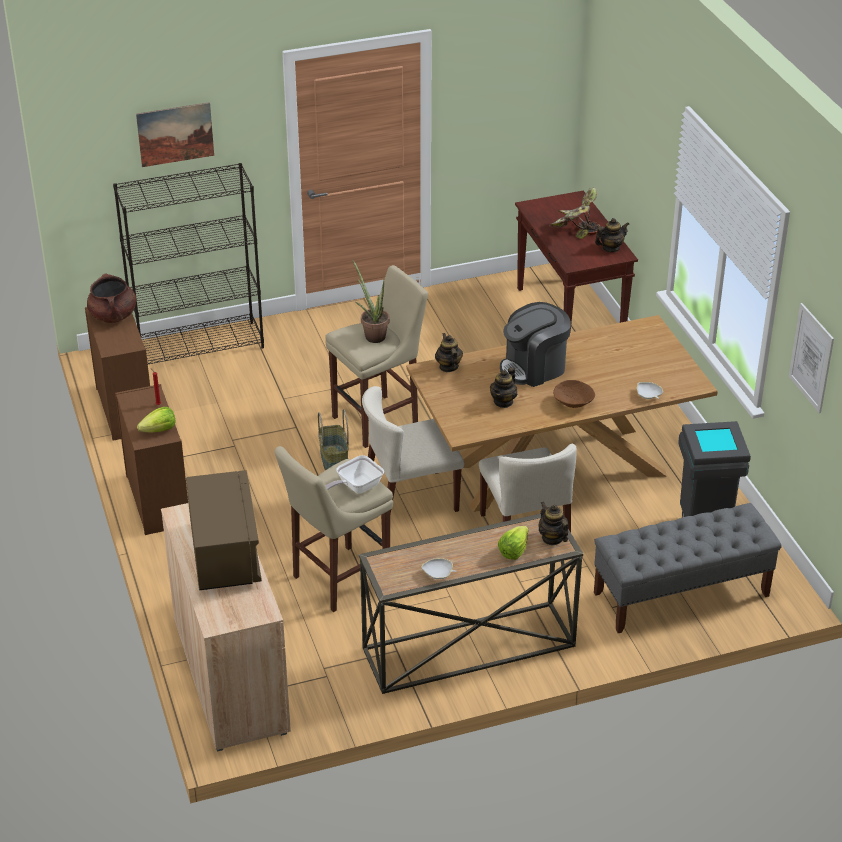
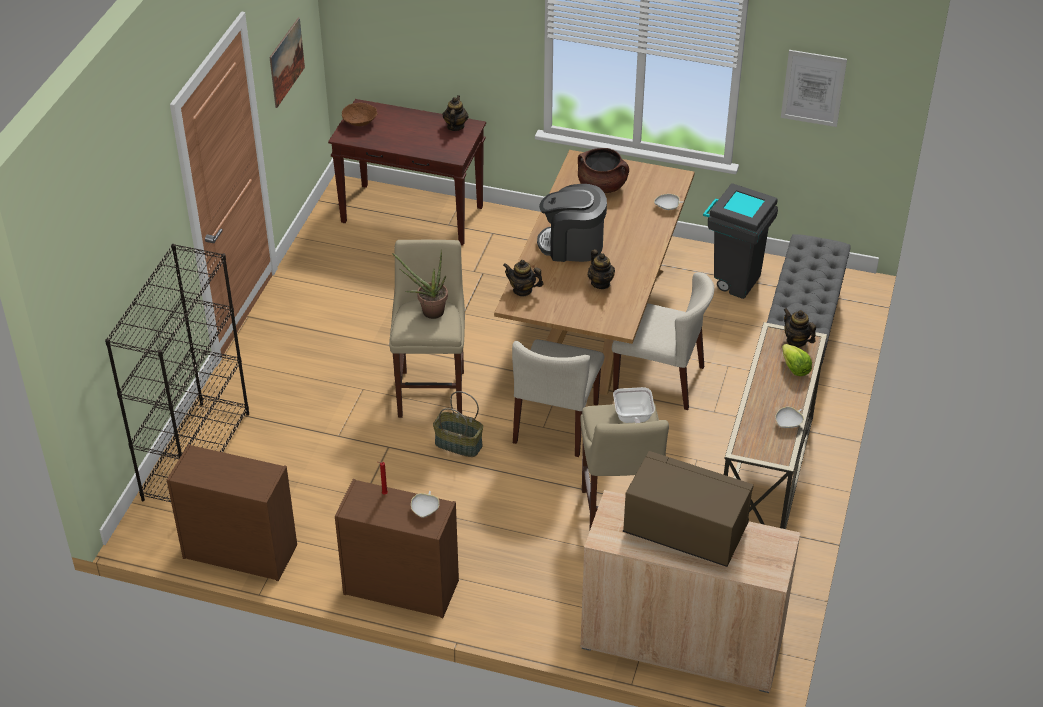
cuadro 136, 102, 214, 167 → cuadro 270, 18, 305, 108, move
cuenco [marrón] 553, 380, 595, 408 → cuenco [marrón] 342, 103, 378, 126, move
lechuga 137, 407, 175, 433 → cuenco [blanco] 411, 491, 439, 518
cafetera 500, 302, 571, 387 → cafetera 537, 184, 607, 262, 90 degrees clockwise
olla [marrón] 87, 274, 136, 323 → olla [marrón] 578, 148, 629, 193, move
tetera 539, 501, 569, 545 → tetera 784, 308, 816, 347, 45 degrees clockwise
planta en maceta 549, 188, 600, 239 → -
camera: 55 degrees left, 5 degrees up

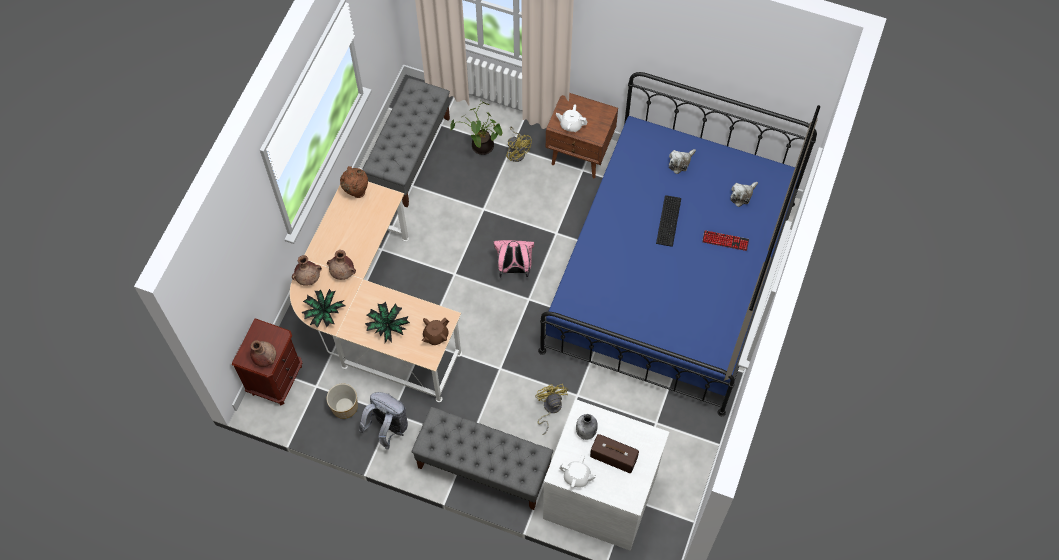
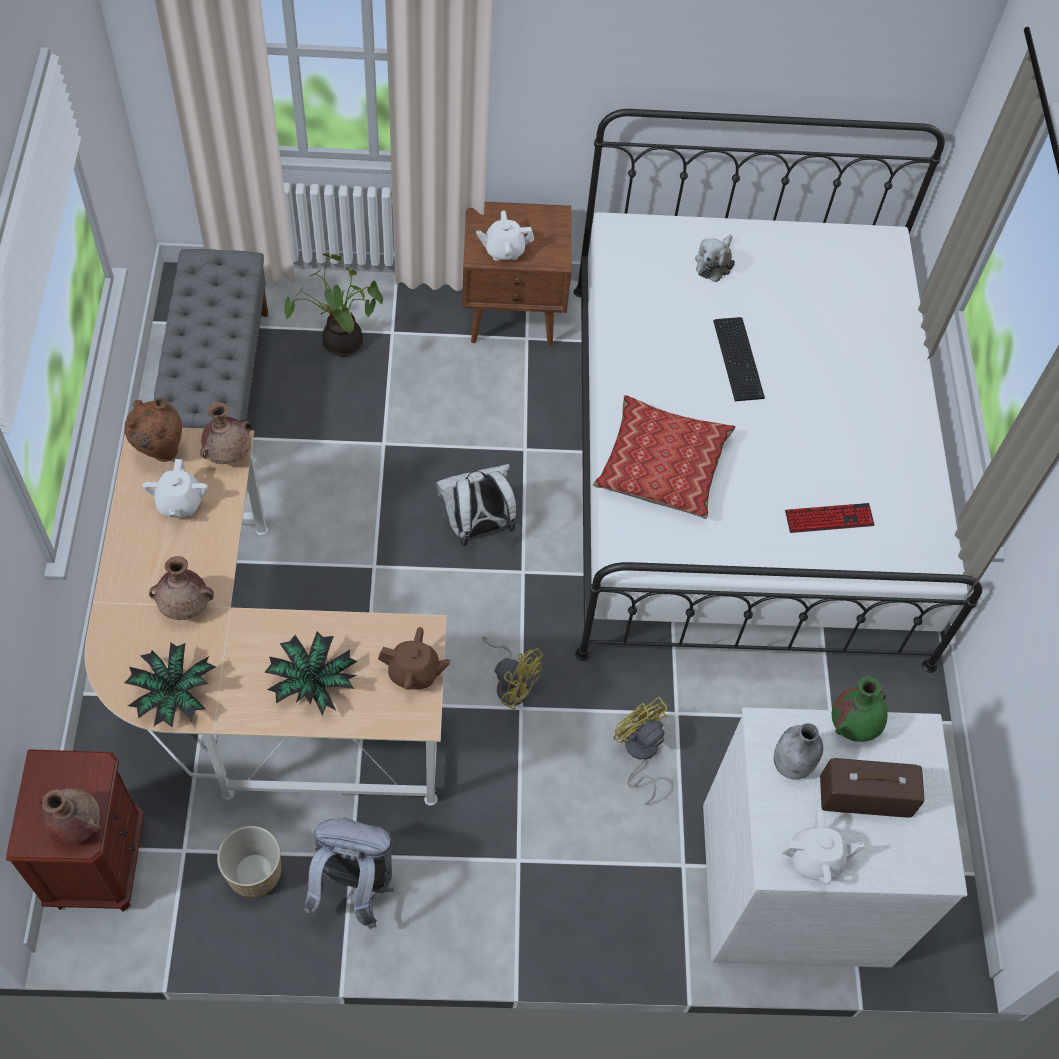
- → tetera [blanco] 142, 459, 208, 517
florero [marrón] 292, 255, 322, 286 → florero [marrón] 200, 402, 252, 464, move
tetera [marrón] 422, 318, 449, 345 → tetera [marrón] 378, 627, 450, 690, 105 degrees counterclockwise
mochila [rosa] 493, 240, 534, 278 → mochila [blanco] 436, 464, 517, 546
ventilador [amarillo] 506, 126, 532, 162 → ventilador [amarillo] 482, 636, 543, 710, move
cama [azul] 538, 72, 817, 416 → cama [blanco] 574, 109, 982, 673
- → cojín 593, 395, 736, 519
teclado 702, 230, 749, 251 → teclado 785, 503, 874, 533, move
- → florero [verde] 832, 676, 888, 742
banco [gris] 412, 407, 553, 510 → -
peluche 730, 182, 758, 207 → -
camera: 25 degrees left, 5 degrees down

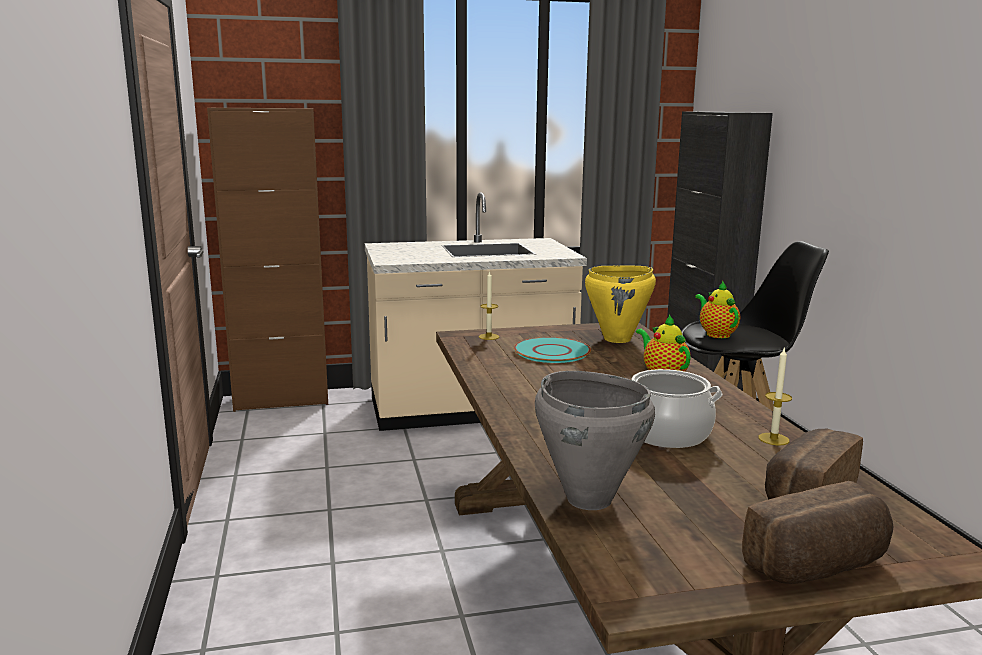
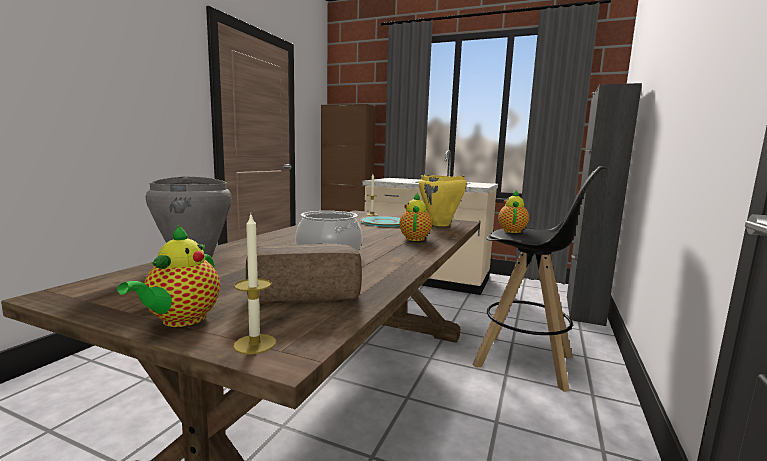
pan 742, 481, 894, 584 → tetera 117, 225, 220, 327
vela 758, 347, 792, 445 → vela 233, 215, 276, 355, move
camera: 35 degrees right, 5 degrees down

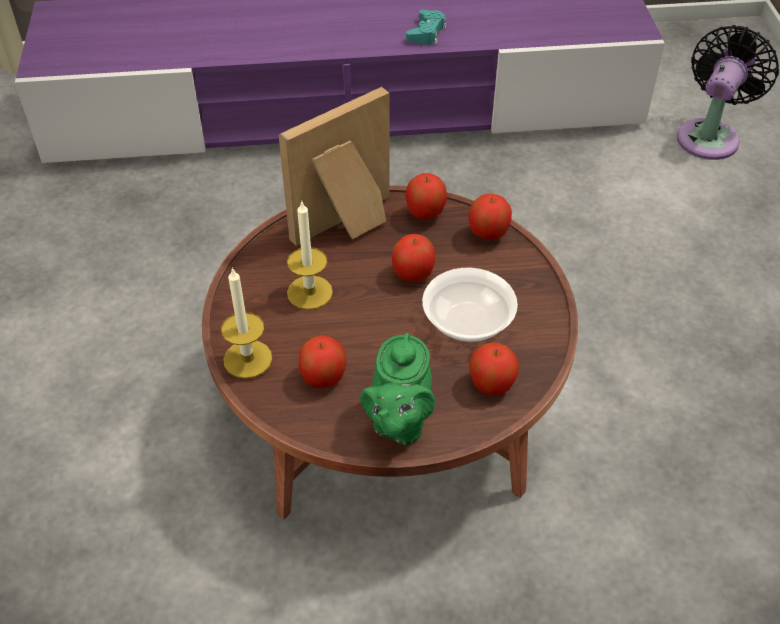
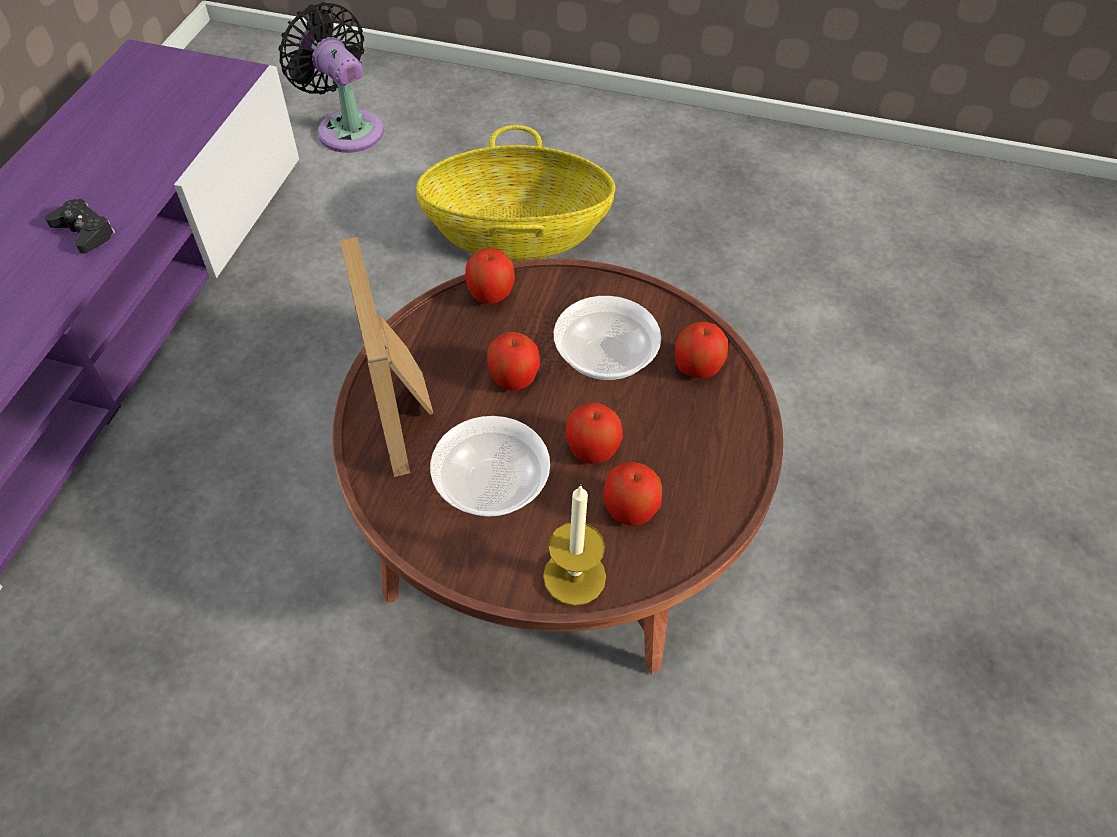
mando de consola [turquesa] 406, 10, 446, 45 → mando de consola [negro] 45, 199, 115, 253
- → cesta 416, 125, 615, 262
vela 287, 202, 333, 310 → cuenco 430, 416, 550, 517
manzana 405, 173, 447, 219 → manzana 566, 403, 623, 464, move
tetera [verde] 360, 333, 435, 445 → -
camera: 70 degrees left, 5 degrees up

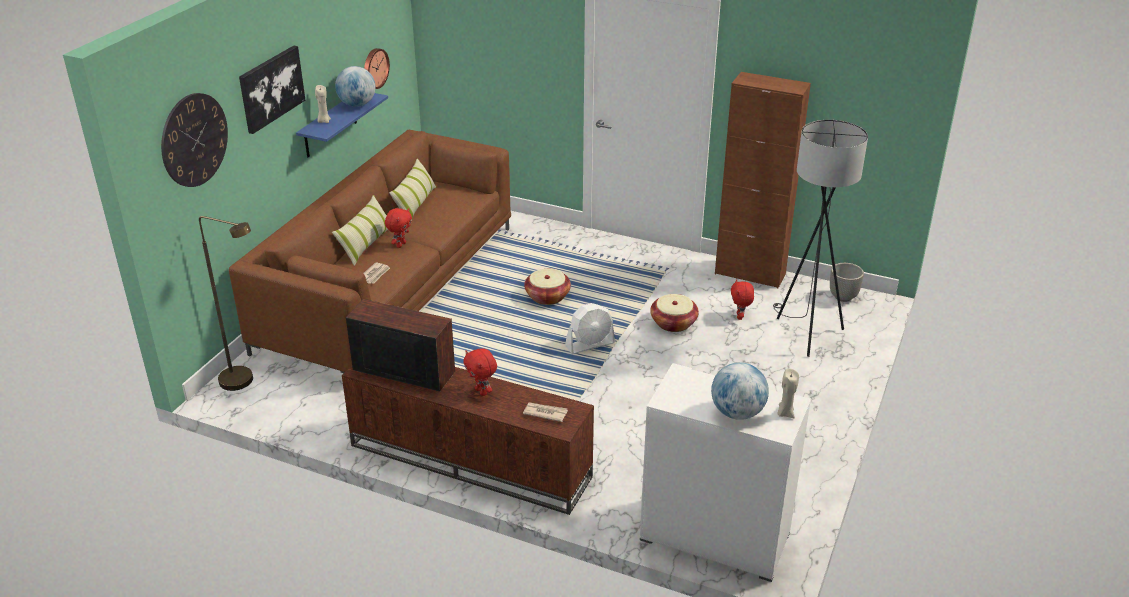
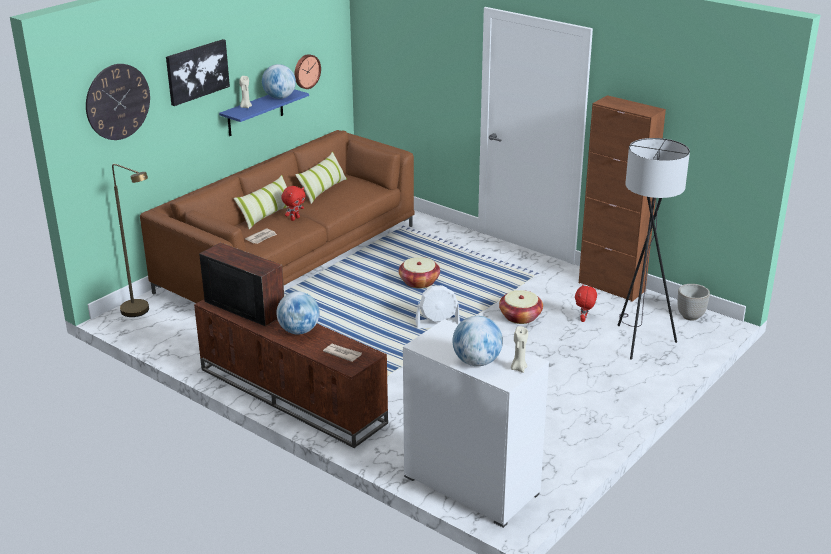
peluche [rojo] 463, 348, 497, 396 → globo terráqueo 277, 291, 319, 334
camera: 15 degrees right, 5 degrees down

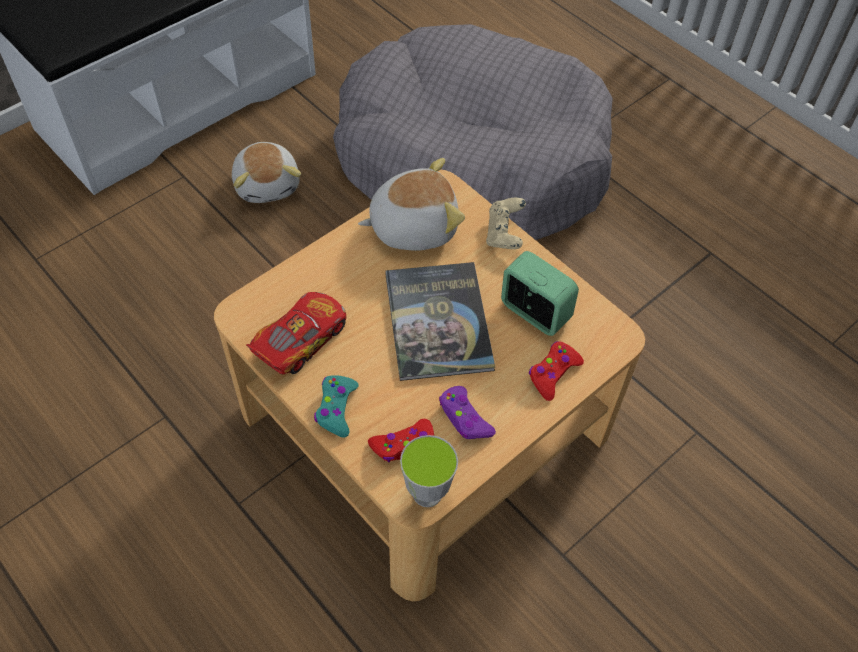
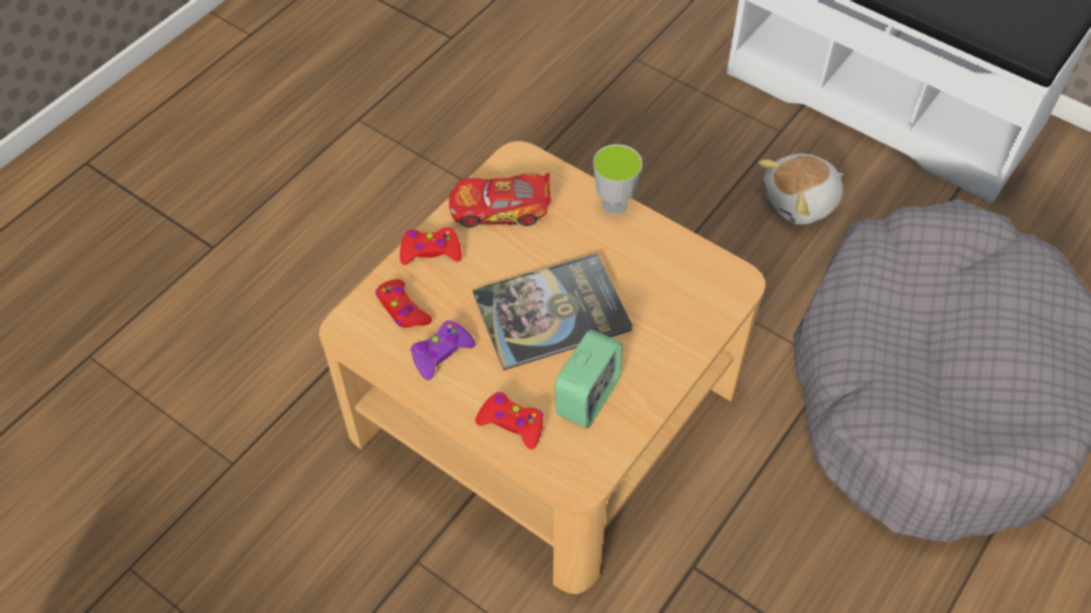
mando de consola [turquesa] 314, 375, 358, 437 → mando de consola [rojo] 400, 227, 462, 265
coche de juguete 246, 292, 346, 374 → coche de juguete 449, 173, 551, 228, 150 degrees clockwise
taza 400, 435, 458, 507 → taza 593, 144, 643, 215, move
peluche 358, 158, 465, 251 → -
mando de consola [beis] 486, 197, 526, 249 → -
camera: 80 degrees right, 0 degrees up

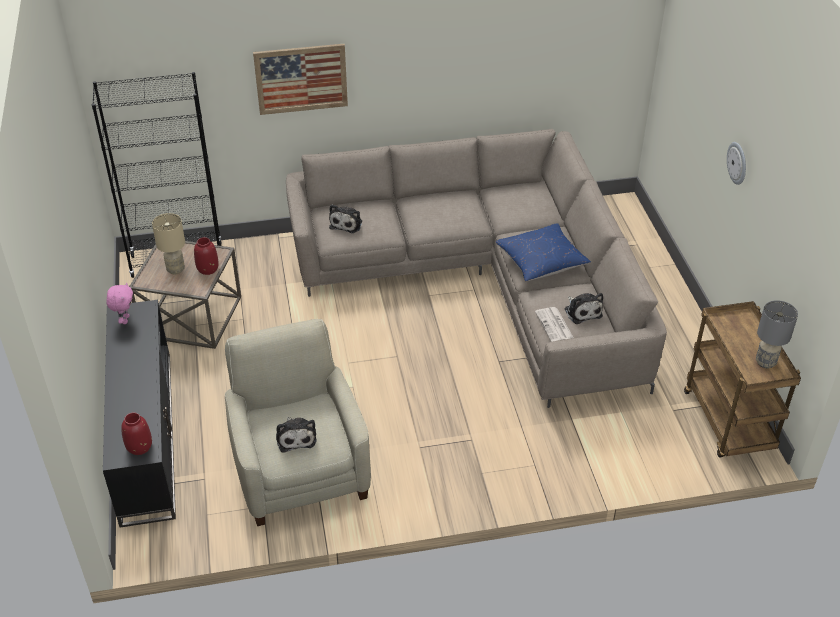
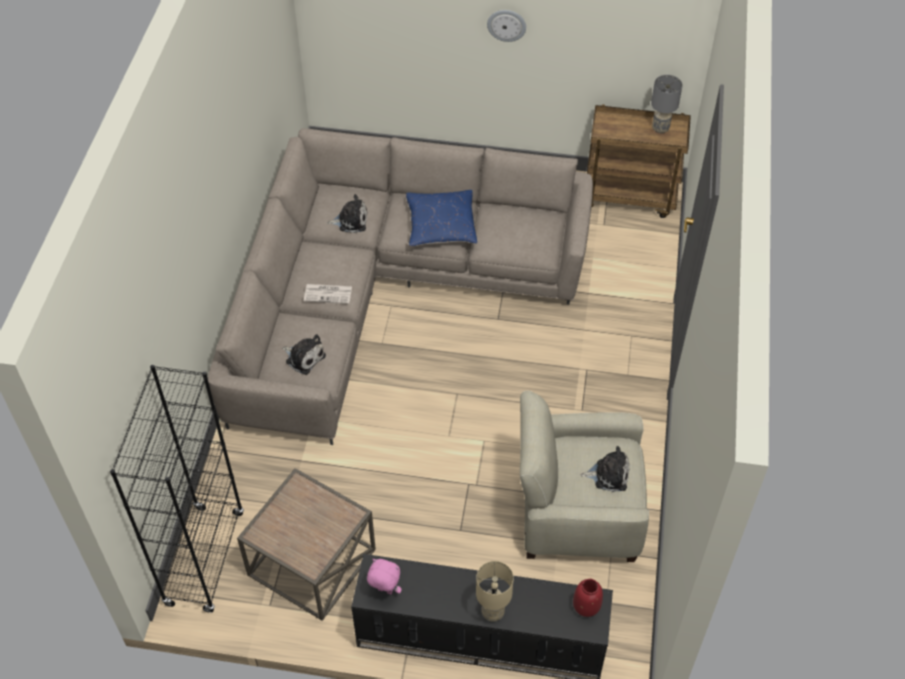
periódico 535, 307, 574, 342 → periódico 304, 284, 352, 304, move
peluche 565, 293, 603, 324 → peluche 327, 194, 367, 233, move
lámpara de mesa [beis] 152, 213, 185, 274 → lámpara de mesa [beis] 476, 561, 514, 622, move
florero [rojo] 194, 237, 219, 275 → -
cuadro 253, 44, 348, 115 → -
camera: 70 degrees left, 10 degrees up

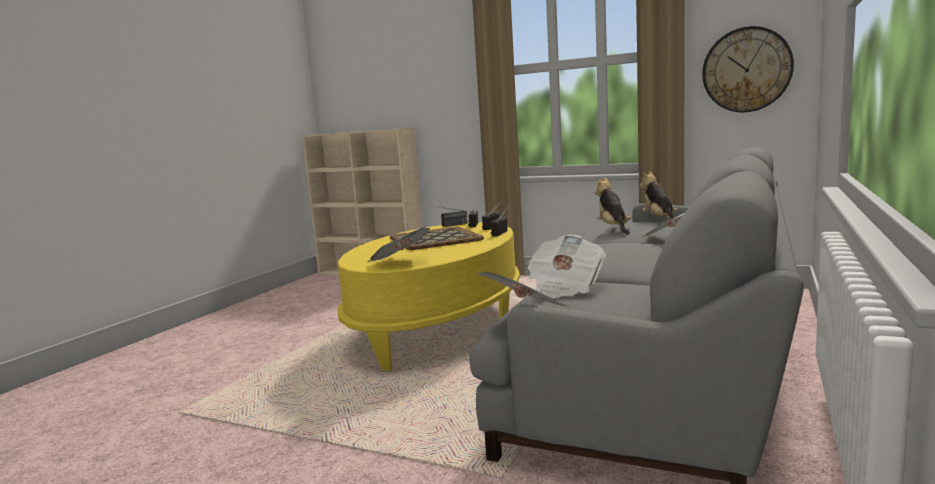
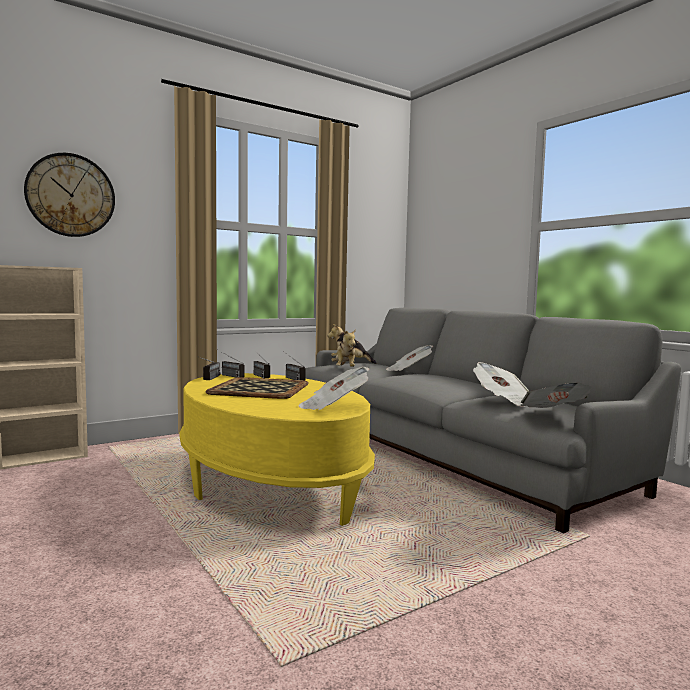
reloj de pared 702, 26, 794, 112 → reloj de pared 24, 153, 115, 237, move
peluche 595, 178, 631, 235 → peluche 331, 329, 356, 367, 120 degrees counterclockwise
camera: 60 degrees left, 5 degrees down

